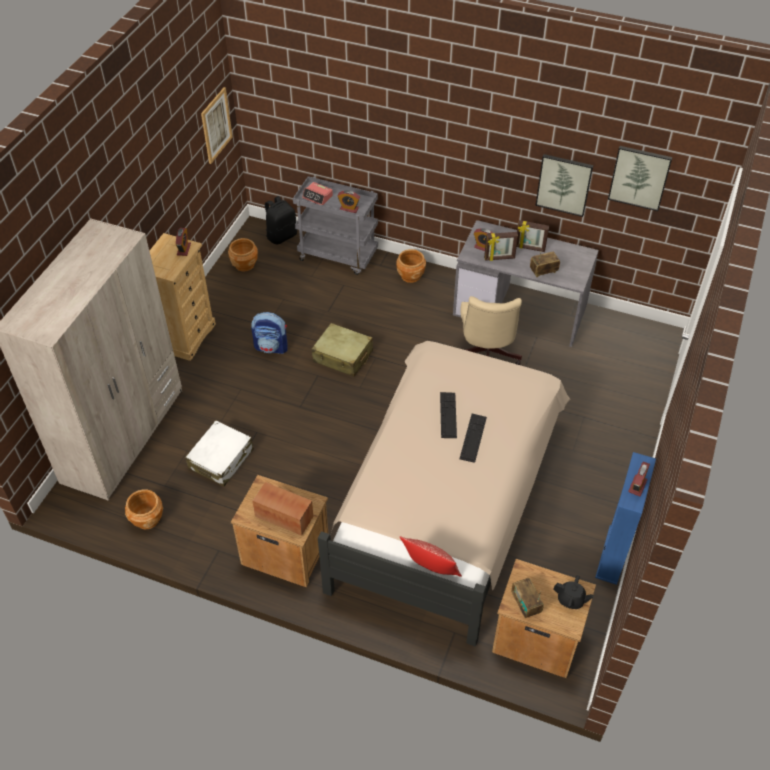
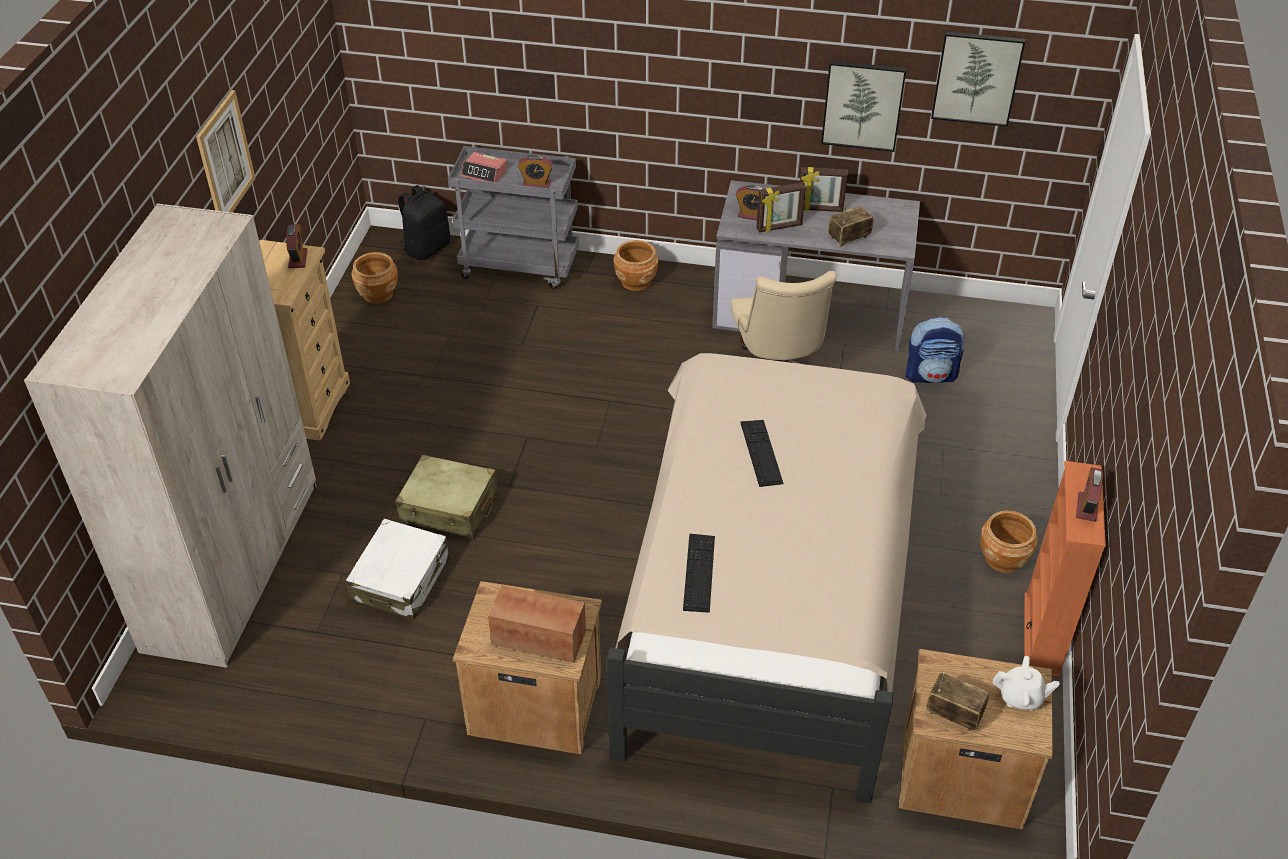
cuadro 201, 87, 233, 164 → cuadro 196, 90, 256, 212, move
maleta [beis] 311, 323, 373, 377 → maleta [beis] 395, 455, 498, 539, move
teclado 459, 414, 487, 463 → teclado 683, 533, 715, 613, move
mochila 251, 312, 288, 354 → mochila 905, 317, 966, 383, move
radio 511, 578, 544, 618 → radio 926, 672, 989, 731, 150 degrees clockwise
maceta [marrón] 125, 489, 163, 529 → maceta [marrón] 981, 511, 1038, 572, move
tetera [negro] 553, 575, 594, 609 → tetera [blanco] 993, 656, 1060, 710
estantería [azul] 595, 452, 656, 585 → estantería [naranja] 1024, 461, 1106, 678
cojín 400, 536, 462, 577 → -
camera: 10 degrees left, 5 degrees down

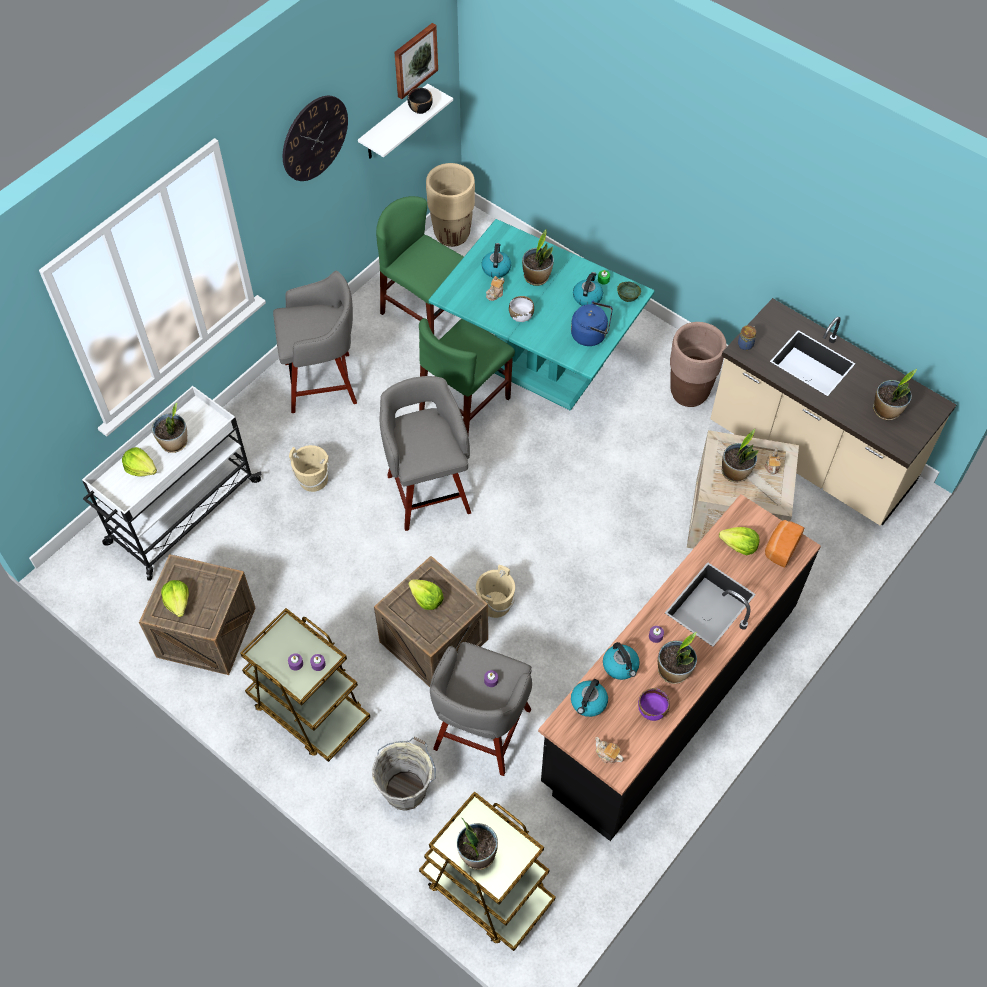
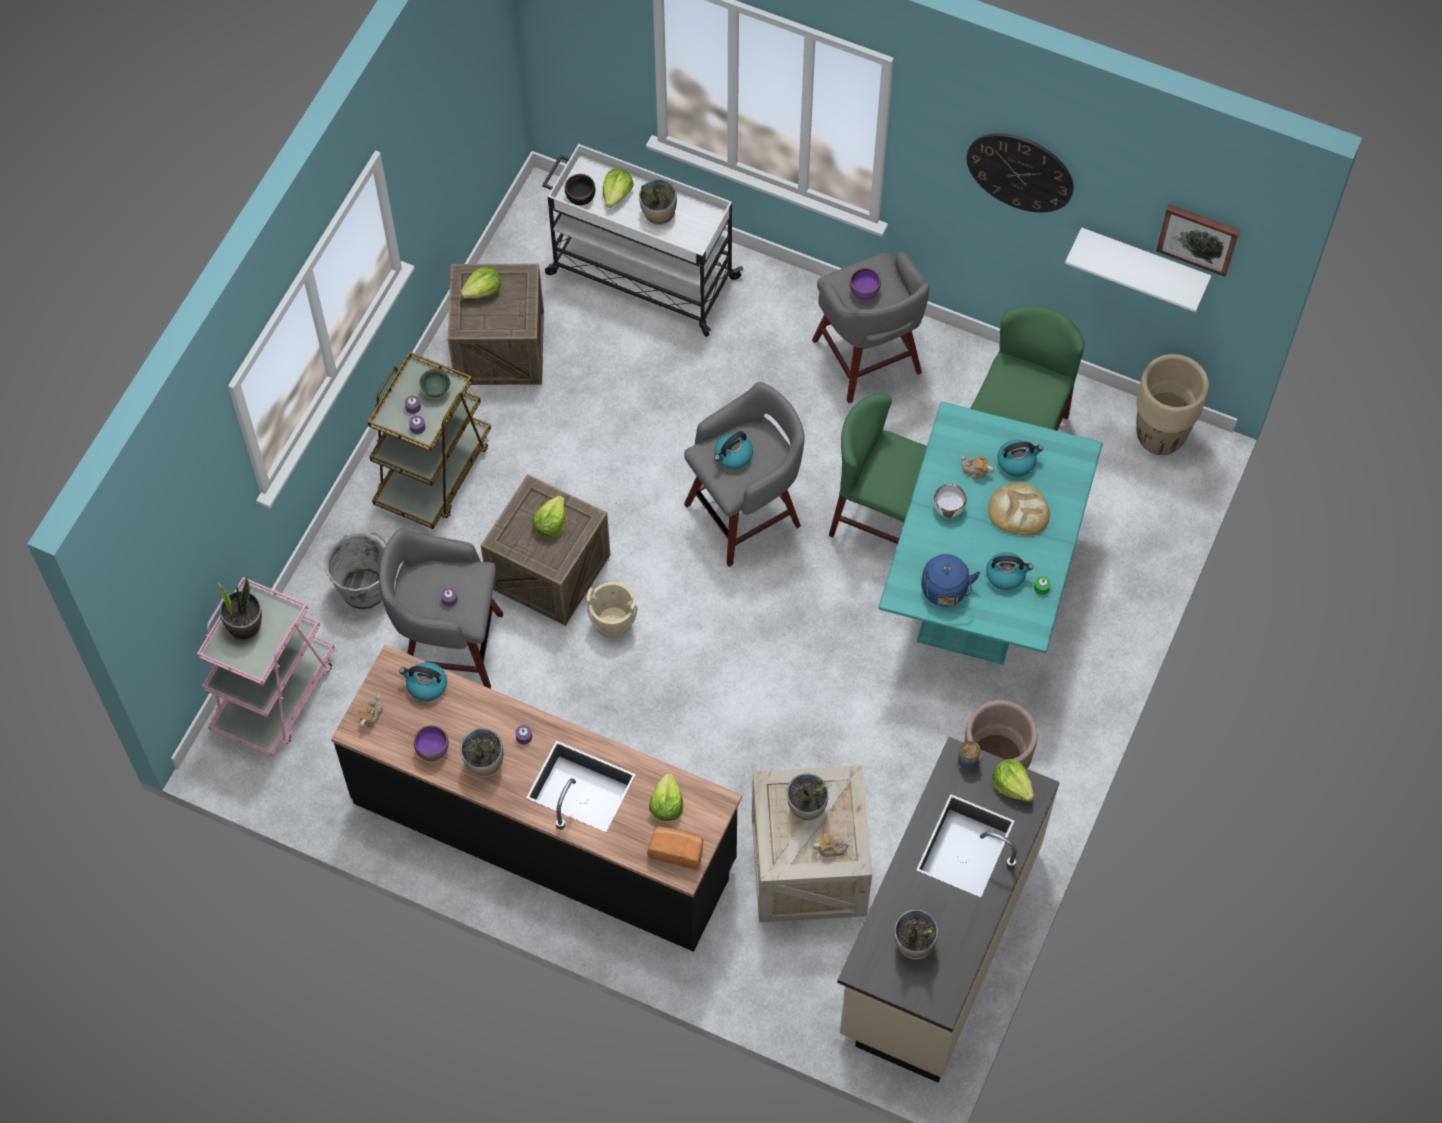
carrito [marrón] 419, 791, 556, 951 → carrito [rosa] 197, 577, 335, 757
cuenco [verde] 617, 282, 641, 302 → cuenco [verde] 419, 369, 450, 398, move
cuenco [negro] 408, 88, 433, 114 → cuenco [negro] 565, 174, 596, 205, move
hervidor 603, 642, 640, 680 → hervidor 714, 431, 753, 469, move
- → cuenco [morado] 849, 268, 881, 300
planta en maceta 522, 229, 554, 286 → pan 988, 482, 1050, 536
- → lechuga 992, 759, 1034, 802
cubo [beis] 289, 445, 329, 492 → -
camera: 75 degrees right, 5 degrees up

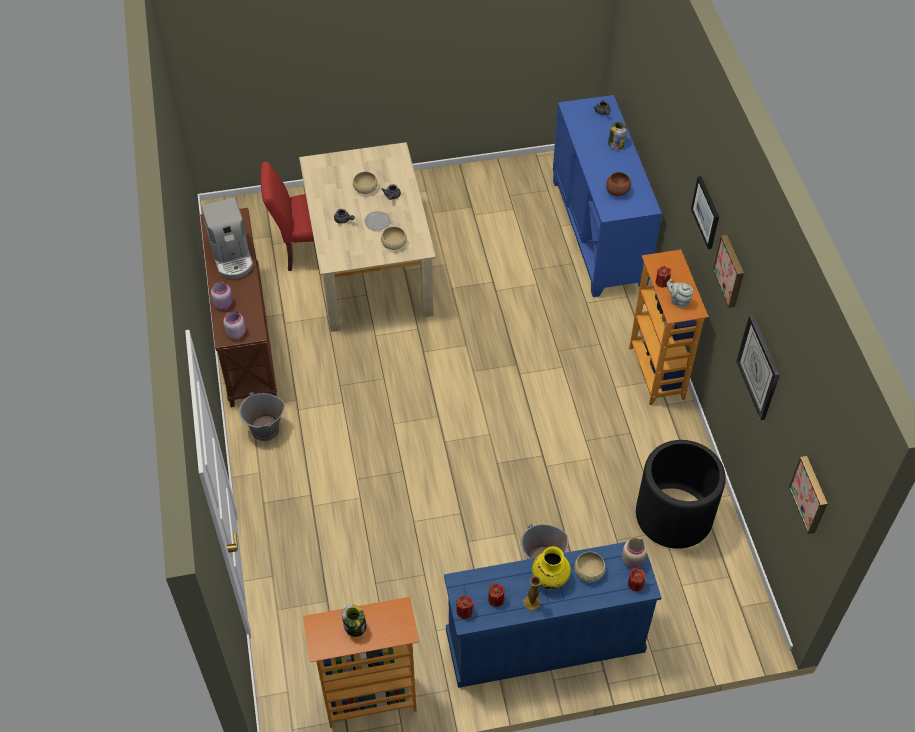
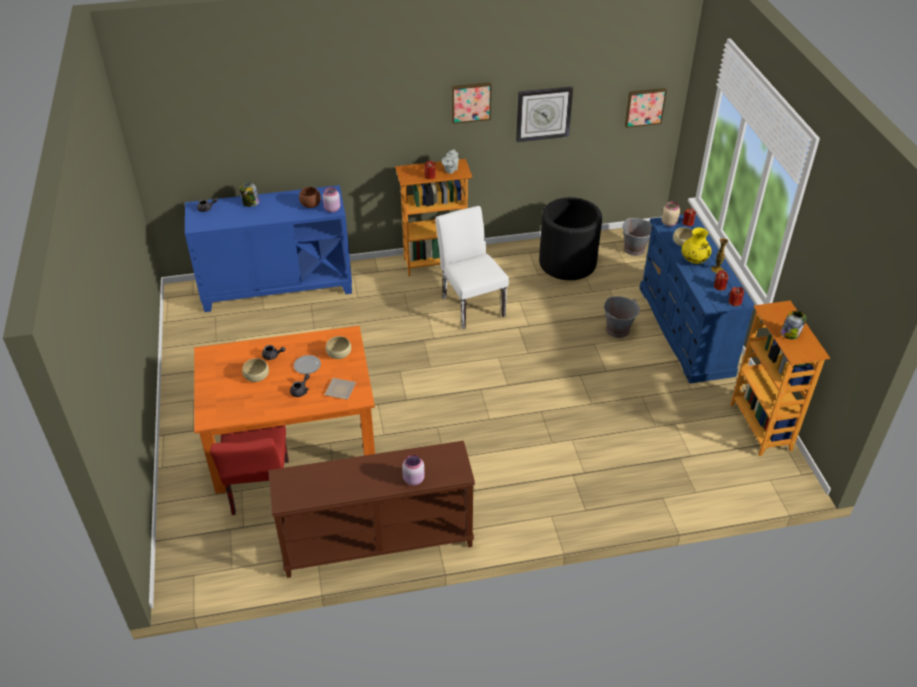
mesa de comedor [beis] 299, 142, 436, 332 → mesa de comedor [naranja] 194, 326, 375, 494
tarro [rosa] 223, 311, 246, 339 → tarro [rosa] 323, 187, 340, 212, move
- → plato 324, 378, 356, 400
- → silla [blanco] 435, 206, 509, 329
cubo [gris] 239, 392, 285, 441 → cubo [gris] 622, 218, 652, 256, move
cafetera 201, 197, 253, 279 → -
cuadro 691, 176, 719, 249 → -
camera: 90 degrees left, 10 degrees down

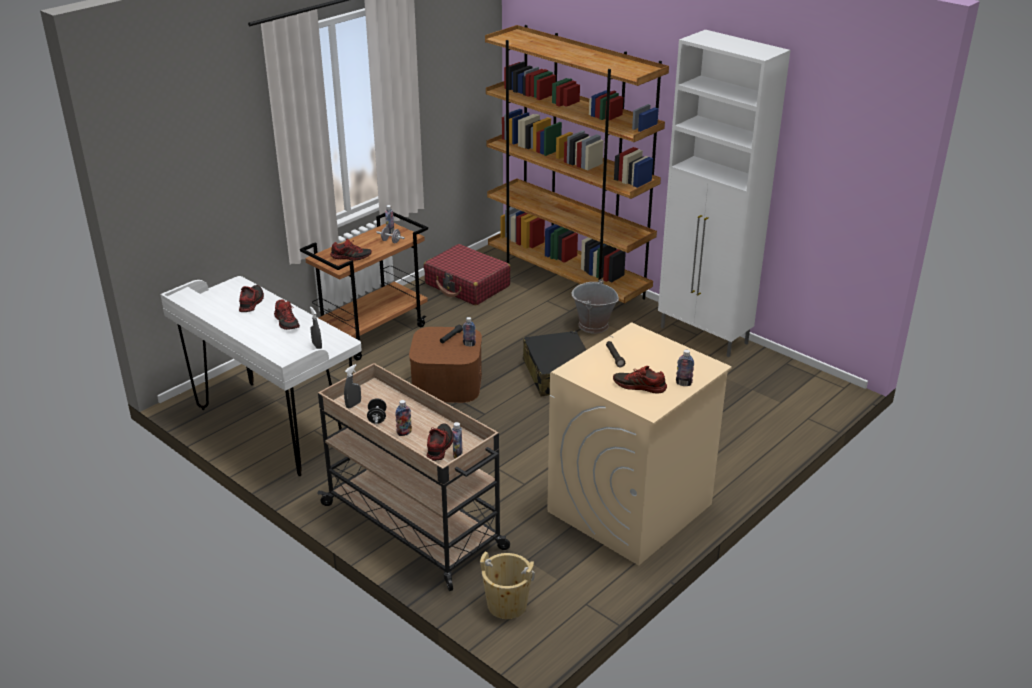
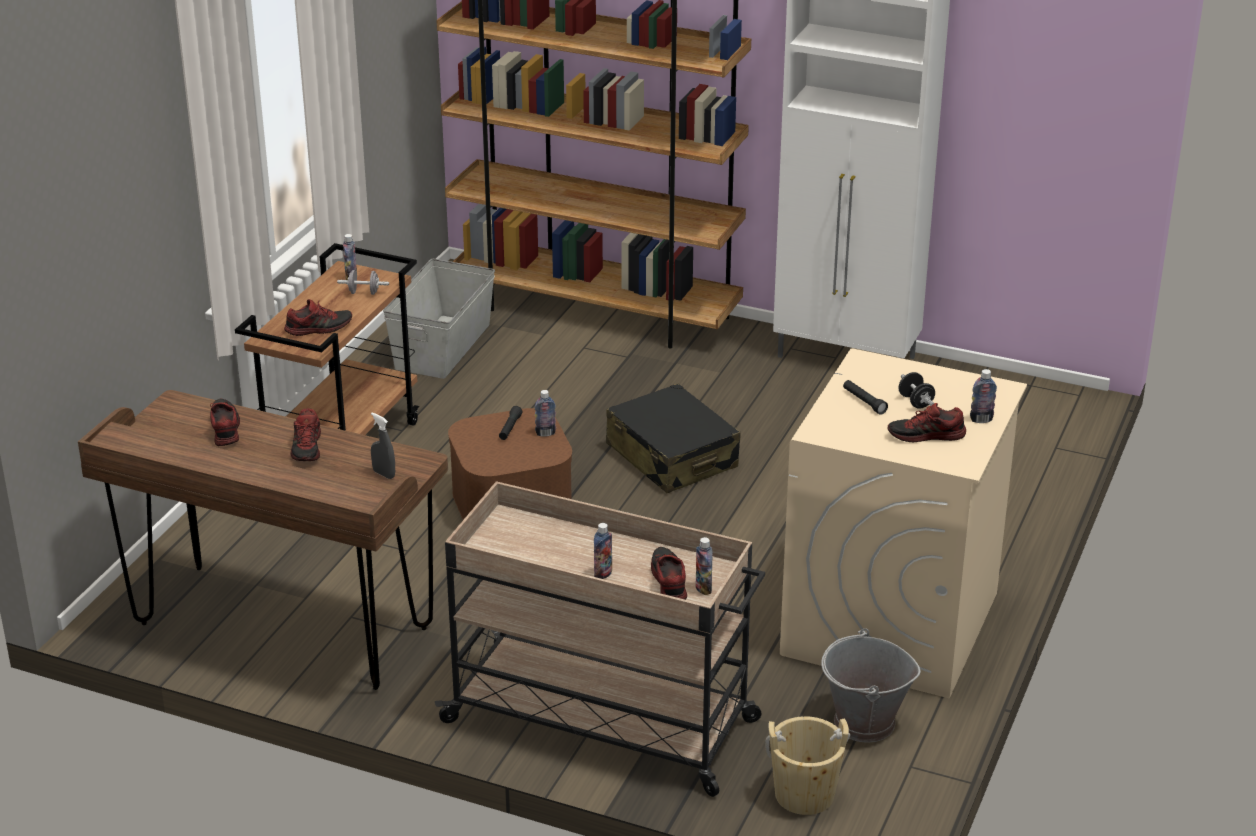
escritorio [blanco] 161, 276, 362, 476 → escritorio [marrón] 78, 390, 448, 690
zapato 274, 300, 300, 330 → zapato 290, 408, 321, 461, 45 degrees clockwise
maleta [rojo] 423, 244, 511, 306 → caja de almacenaje [gris] 383, 259, 495, 379
cubo [gris] 572, 279, 619, 334 → cubo [gris] 821, 628, 921, 742, move
mancuerna [negro] 367, 398, 387, 424 → mancuerna [negro] 898, 372, 935, 408, move
pulverizador [gris] 344, 364, 361, 409 → -
camera: 20 degrees left, 0 degrees up

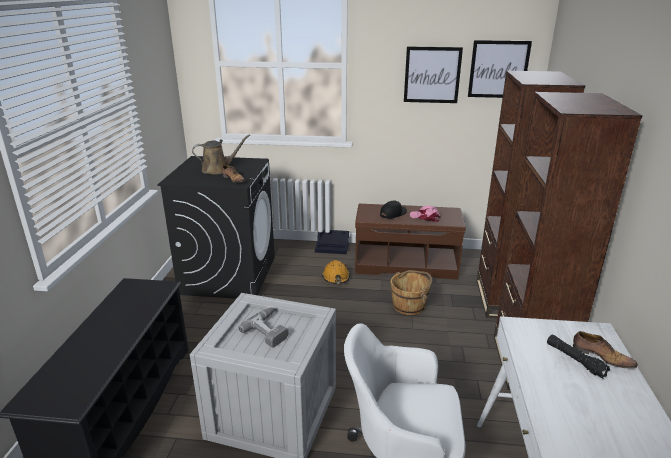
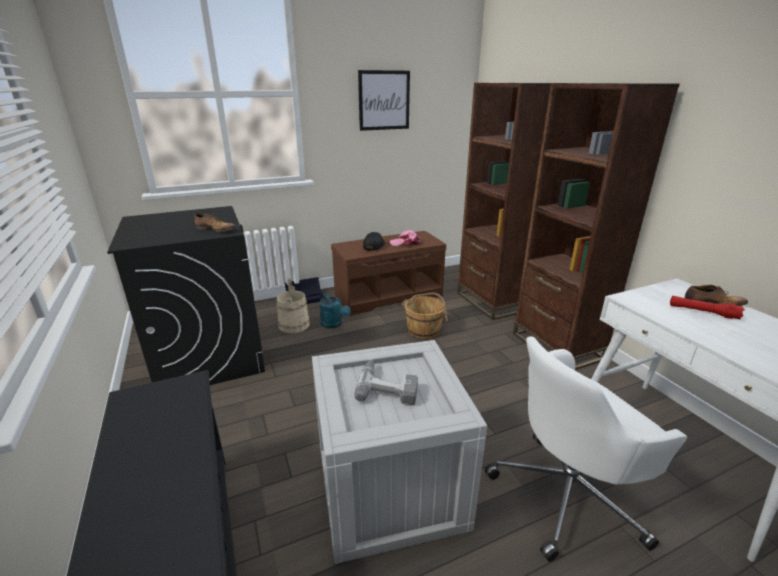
- → cubo [beis] 277, 279, 310, 333
casco [naranja] 322, 260, 350, 284 → regadera [turquesa] 319, 291, 351, 329
linterna [negro] 547, 335, 610, 379 → linterna [rojo] 670, 296, 745, 319
regadera [marrón] 192, 134, 250, 174 → -
cuadro 468, 40, 532, 98 → -
camera: 30 degrees left, 0 degrees up

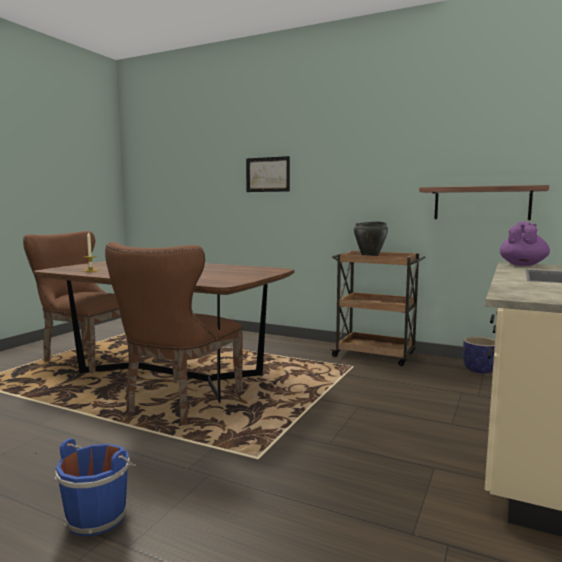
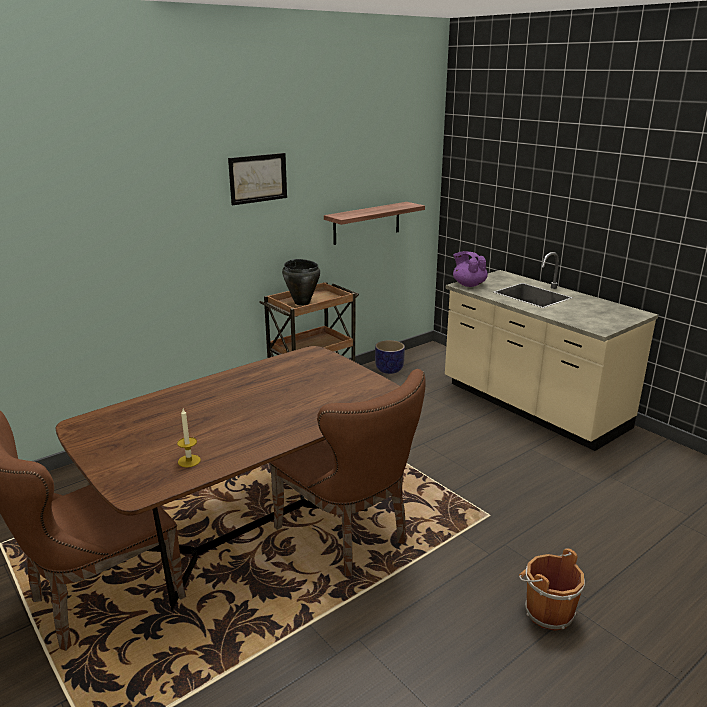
cuadro 246, 156, 290, 192 → cuadro 228, 153, 287, 206, move
cubo [azul] 54, 439, 136, 536 → cubo [marrón] 519, 548, 585, 631
camera: 65 degrees left, 15 degrees up

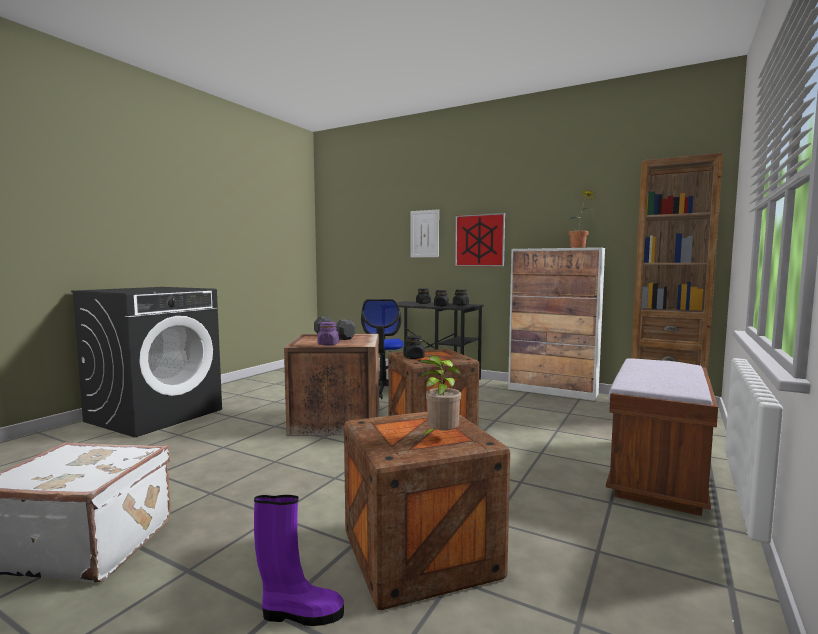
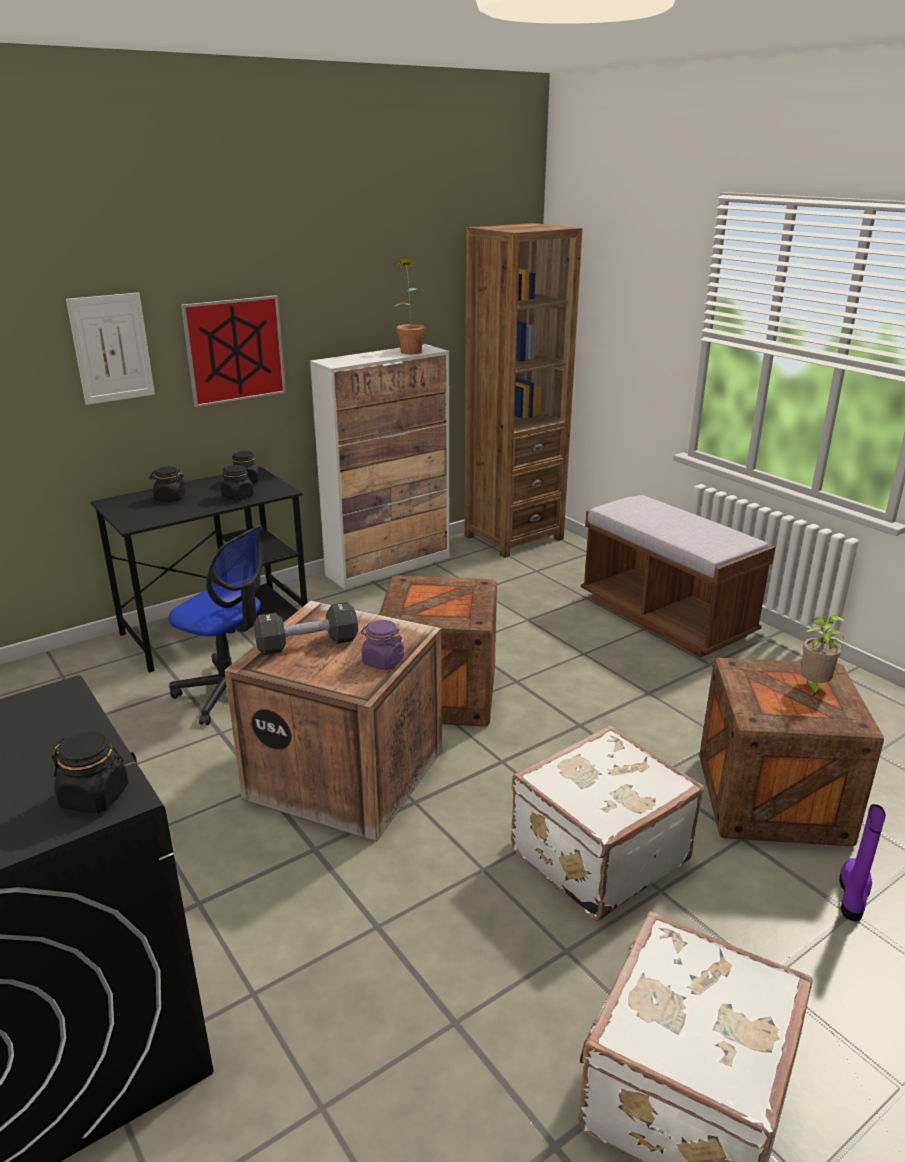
tarro [negro] 403, 335, 424, 359 → tarro [negro] 52, 731, 129, 813, move
- → maleta [blanco] 511, 725, 704, 921
camera: 65 degrees left, 20 degrees up

